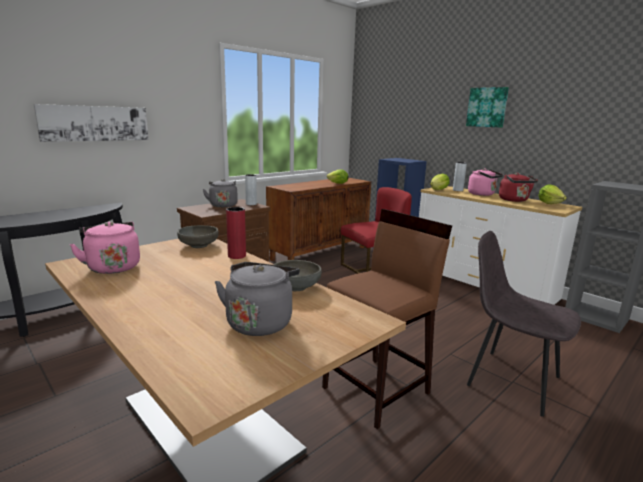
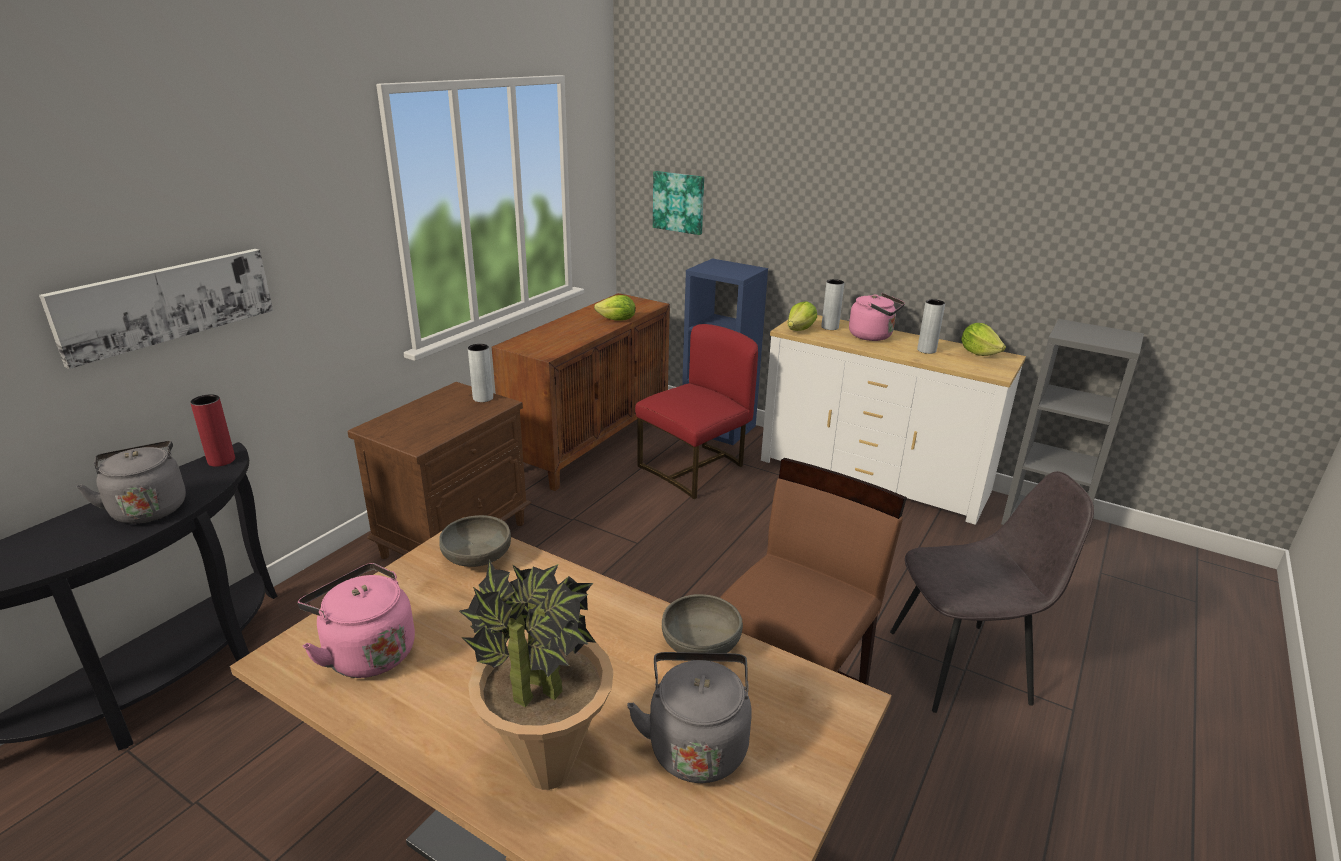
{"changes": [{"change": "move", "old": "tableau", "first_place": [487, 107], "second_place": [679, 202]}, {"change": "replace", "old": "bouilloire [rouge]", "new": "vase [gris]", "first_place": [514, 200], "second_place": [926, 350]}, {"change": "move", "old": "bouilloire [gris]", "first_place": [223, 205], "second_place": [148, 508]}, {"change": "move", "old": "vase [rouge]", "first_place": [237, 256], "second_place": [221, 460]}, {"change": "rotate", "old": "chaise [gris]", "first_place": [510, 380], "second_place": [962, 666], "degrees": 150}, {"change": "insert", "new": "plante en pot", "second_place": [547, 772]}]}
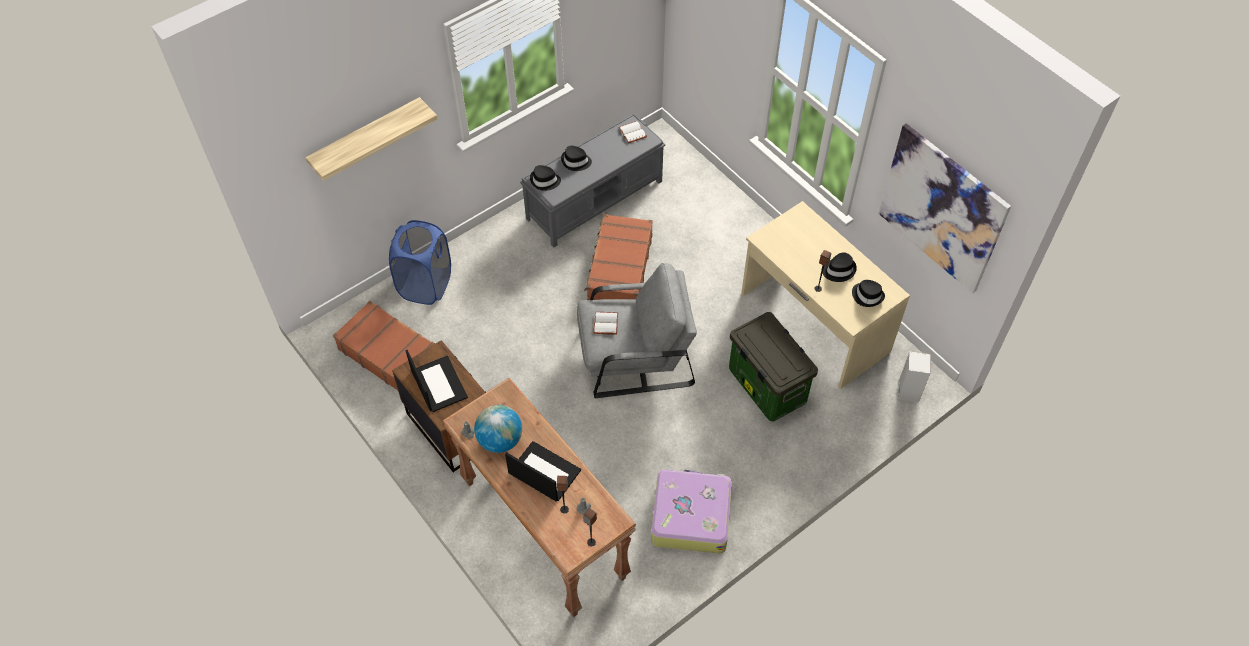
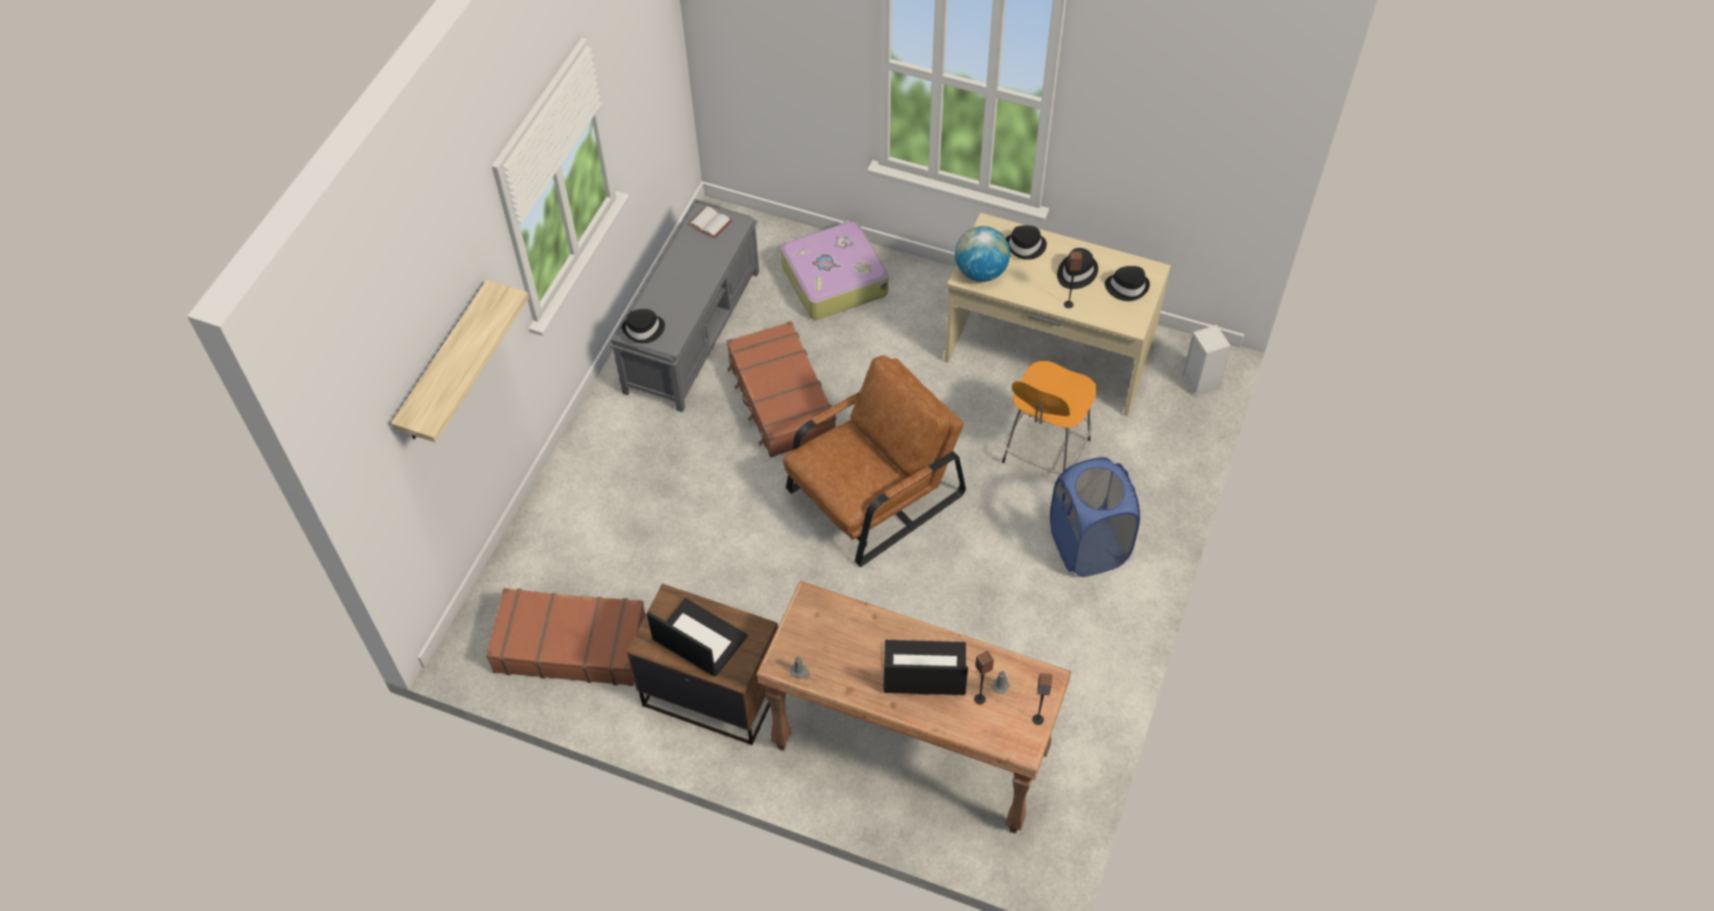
{"changes": [{"change": "delete", "old": "tableau", "first_place": [942, 208]}, {"change": "move", "old": "chapeau [noir]", "first_place": [576, 162], "second_place": [1025, 246]}, {"change": "move", "old": "panier à linge [bleu]", "first_place": [426, 285], "second_place": [1088, 546]}, {"change": "recolor", "old": "fauteuil [gris]", "new": "fauteuil [marron]", "first_place": [634, 356], "second_place": [872, 494]}, {"change": "delete", "old": "livre [blanc]", "first_place": [606, 324]}, {"change": "replace", "old": "boîte de rangement", "new": "tabouret [orange]", "first_place": [765, 386], "second_place": [1044, 453]}, {"change": "move", "old": "globe", "first_place": [500, 440], "second_place": [980, 272]}, {"change": "move", "old": "valise", "first_place": [690, 516], "second_place": [833, 280]}]}
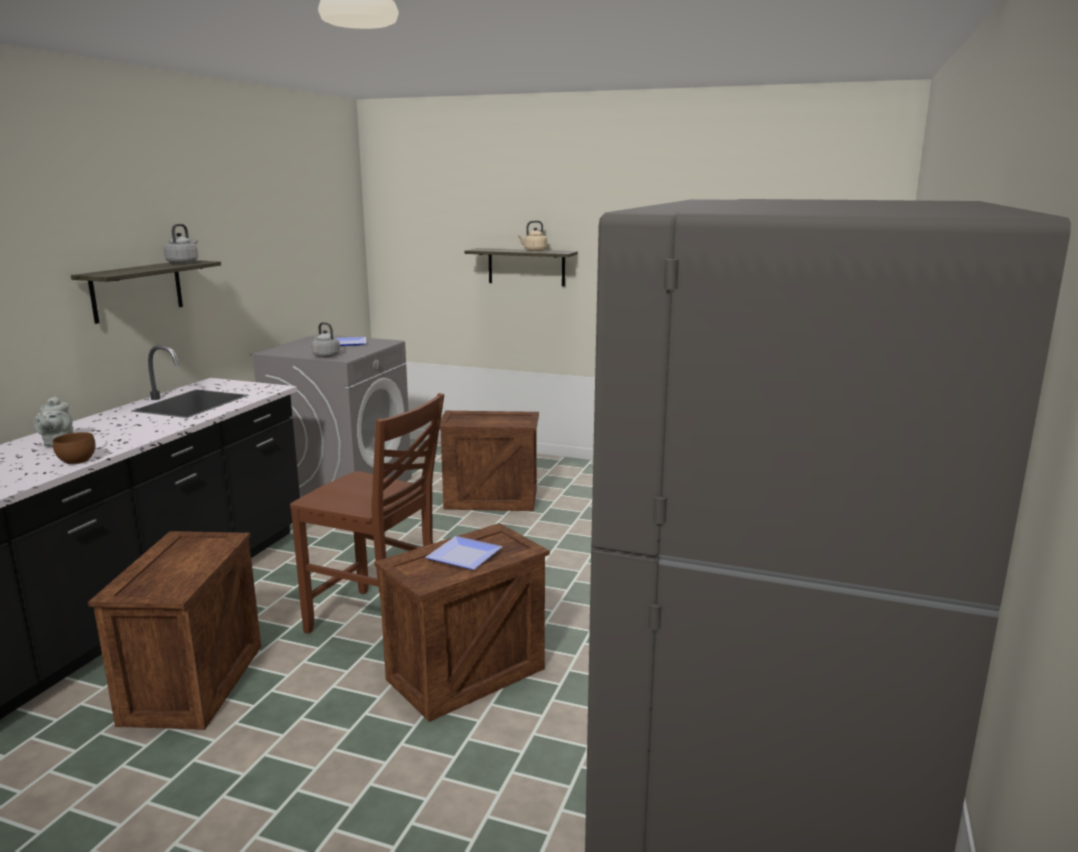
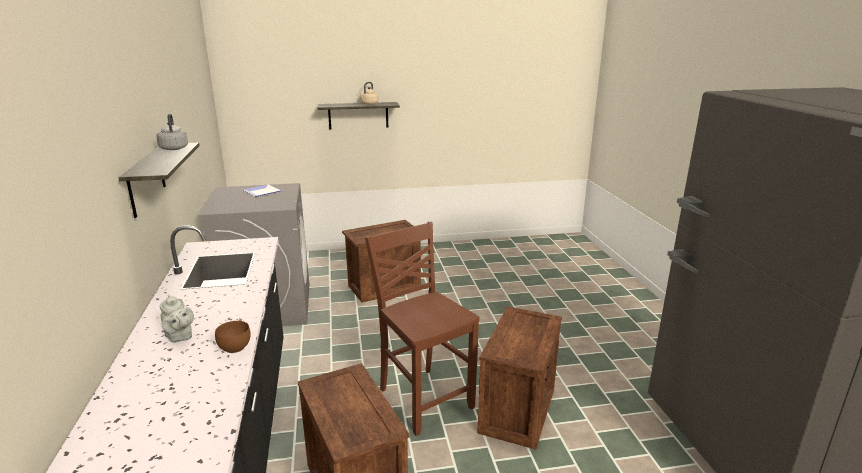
{"changes": [{"change": "delete", "old": "bouilloire [gris]", "first_place": [325, 355]}, {"change": "rotate", "old": "chaise [marron]", "first_place": [377, 624], "second_place": [424, 398], "degrees": -120}, {"change": "delete", "old": "assiette", "first_place": [463, 554]}]}
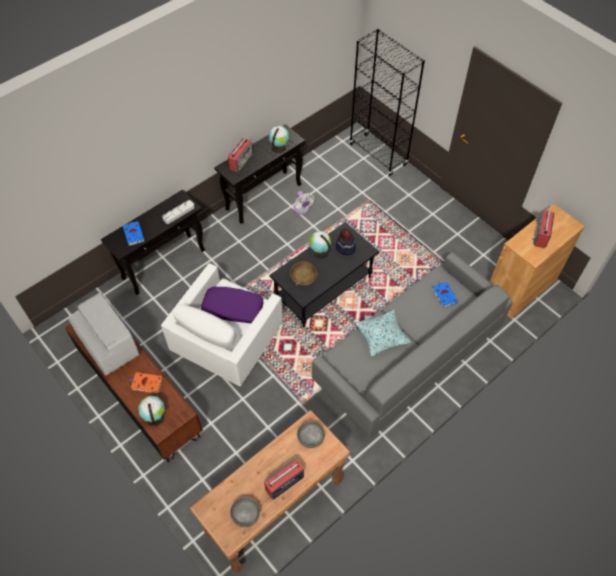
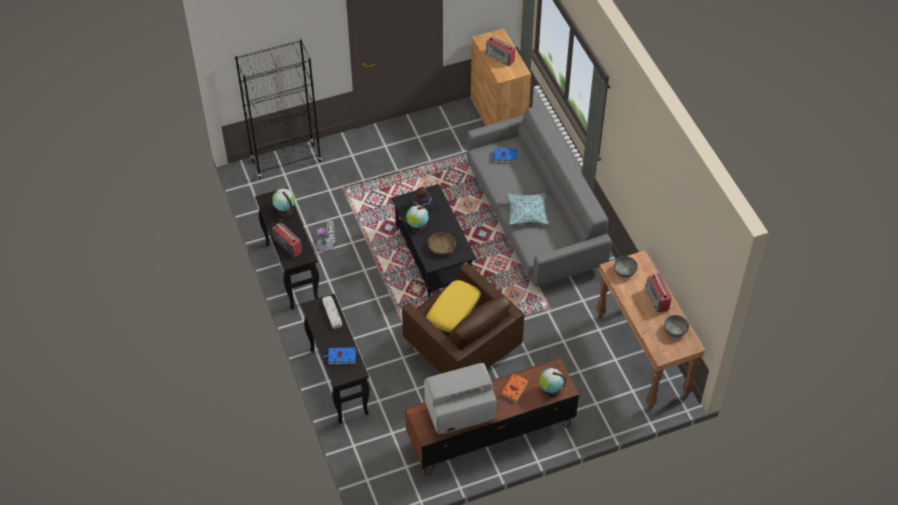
{"changes": [{"change": "recolor", "old": "fauteuil [blanc]", "new": "fauteuil [marron]", "first_place": [228, 343], "second_place": [461, 348]}, {"change": "recolor", "old": "coussin [violet]", "new": "coussin [jaune]", "first_place": [232, 309], "second_place": [453, 310]}]}
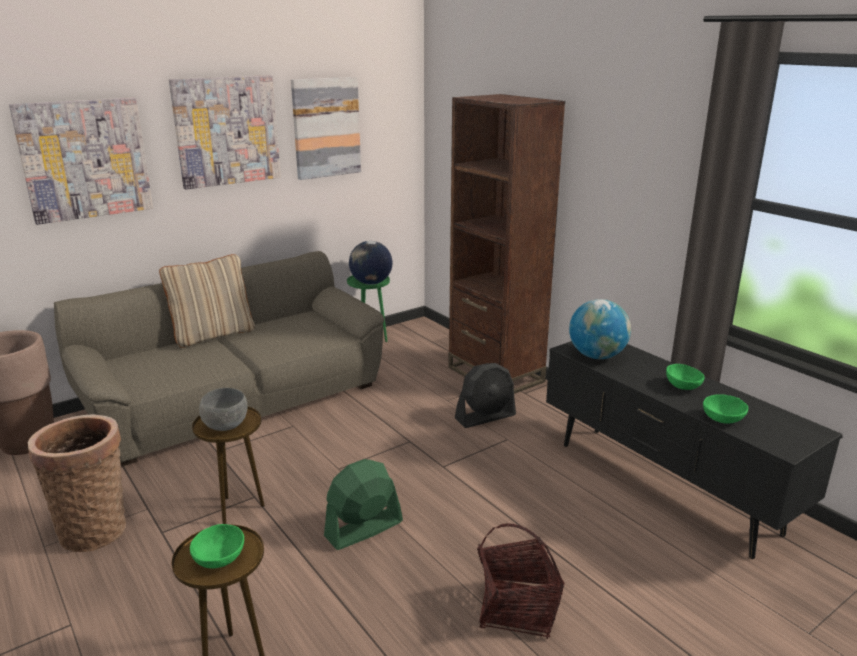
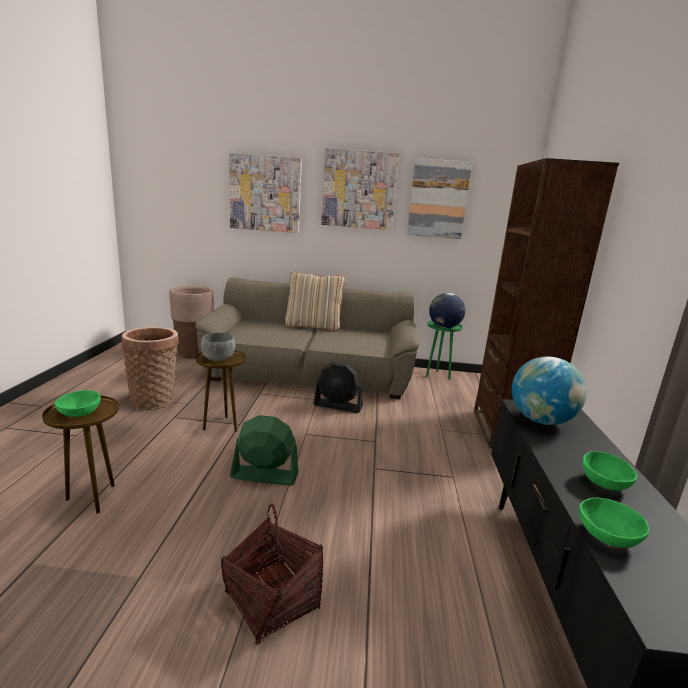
{"changes": [{"change": "move", "old": "ventilateur [noir]", "first_place": [485, 417], "second_place": [338, 406]}]}
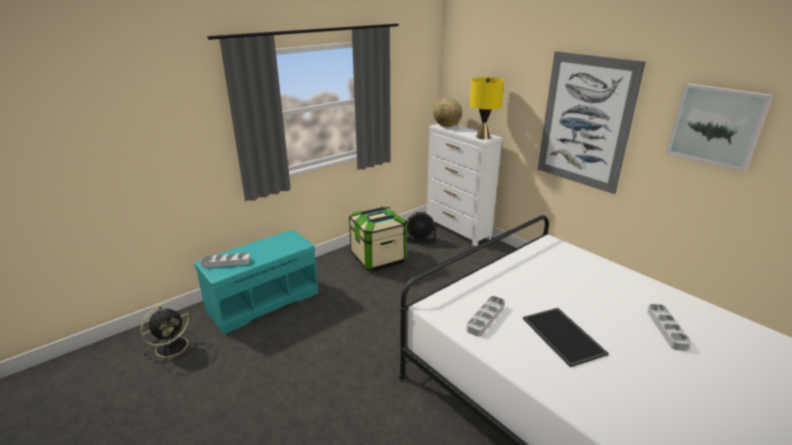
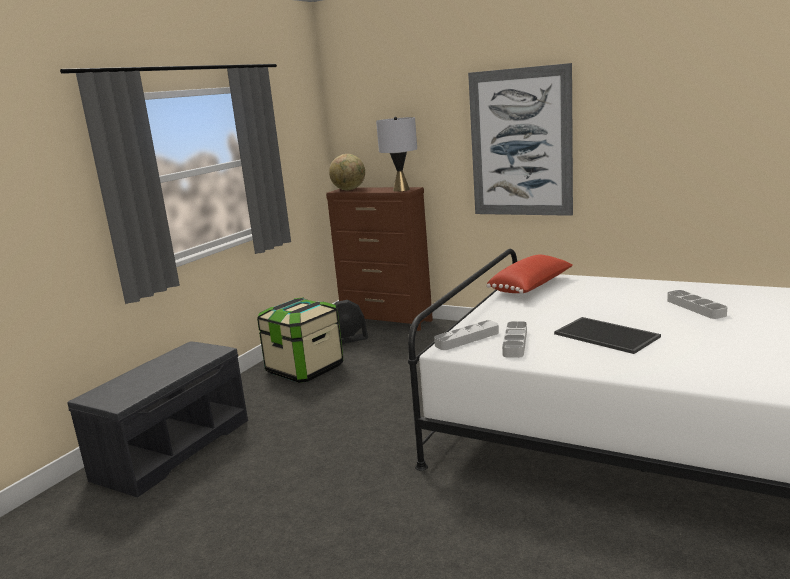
{"changes": [{"change": "recolor", "old": "lampe de table [jaune]", "new": "lampe de table [gris]", "first_place": [483, 137], "second_place": [401, 190]}, {"change": "delete", "old": "tableau", "first_place": [716, 125]}, {"change": "recolor", "old": "commode [blanc]", "new": "commode [marron]", "first_place": [458, 230], "second_place": [387, 321]}, {"change": "recolor", "old": "banc [turquoise]", "new": "banc [gris]", "first_place": [263, 301], "second_place": [173, 448]}, {"change": "move", "old": "plateau [gris]", "first_place": [226, 262], "second_place": [467, 339]}, {"change": "delete", "old": "ventilateur [noir]", "first_place": [173, 346]}, {"change": "insert", "new": "coussin [rouge]", "second_place": [532, 287]}]}
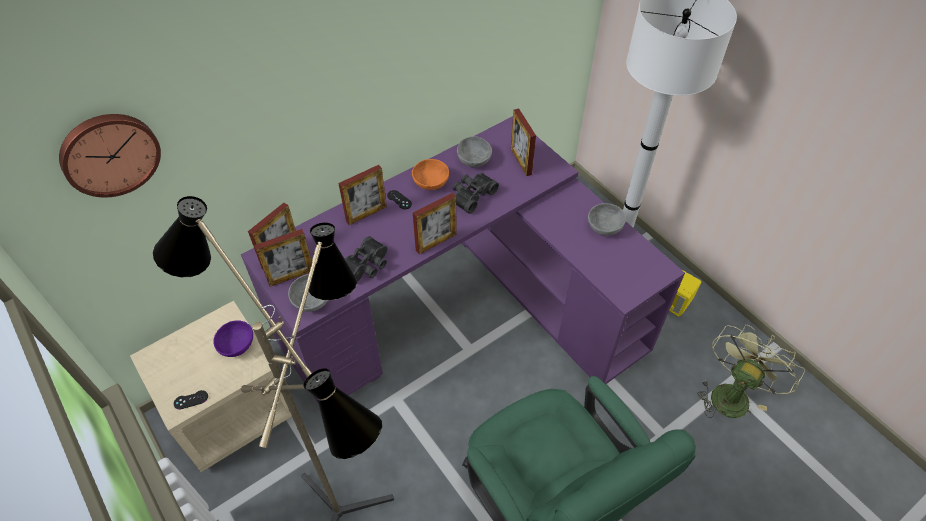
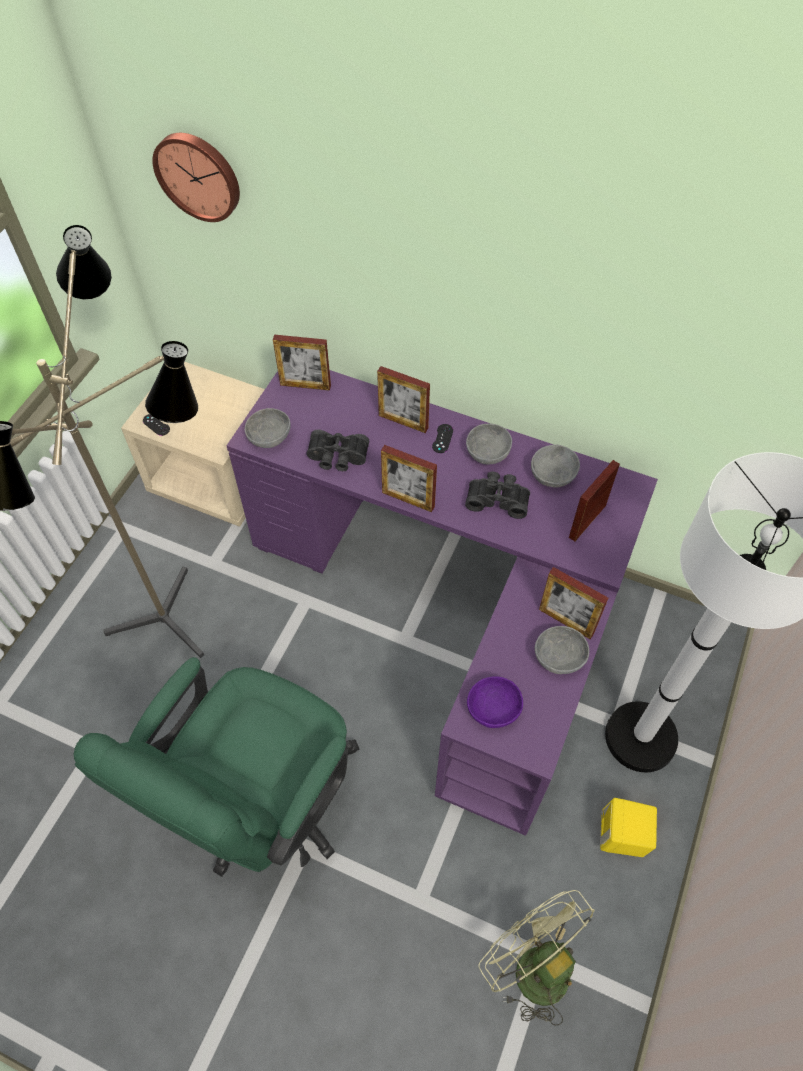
{"changes": [{"change": "recolor", "old": "bol [orange]", "new": "bol [gris]", "first_place": [430, 183], "second_place": [486, 453]}, {"change": "move", "old": "cadre photo", "first_place": [291, 276], "second_place": [566, 621]}, {"change": "move", "old": "bol [violet]", "first_place": [236, 345], "second_place": [492, 708]}, {"change": "rotate", "old": "ventilateur [vert]", "first_place": [732, 393], "second_place": [531, 965], "degrees": -135}]}
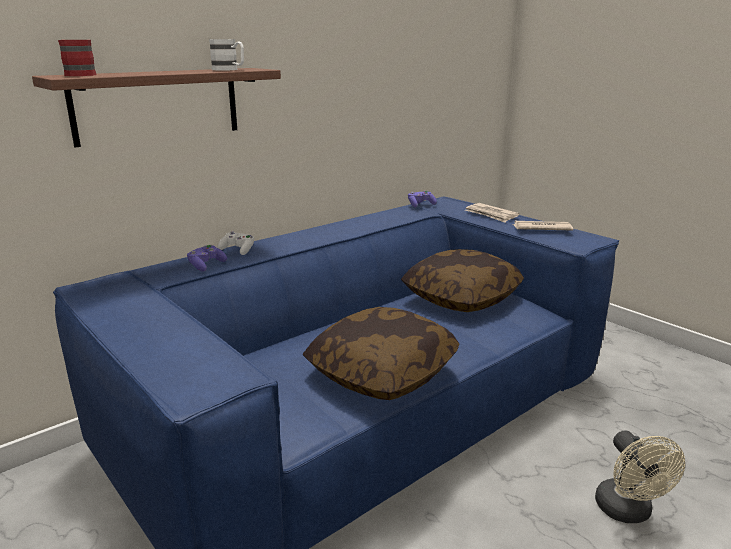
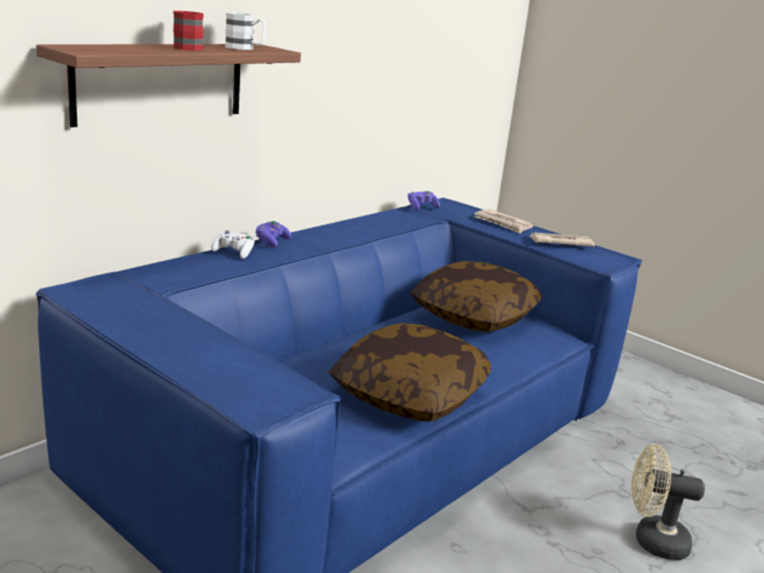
{"changes": [{"change": "move", "old": "mug [rouge]", "first_place": [79, 74], "second_place": [185, 47]}, {"change": "move", "old": "manette [violet]", "first_place": [206, 265], "second_place": [271, 242]}, {"change": "rotate", "old": "ventilateur [beige]", "first_place": [628, 512], "second_place": [652, 541], "degrees": 120}]}
